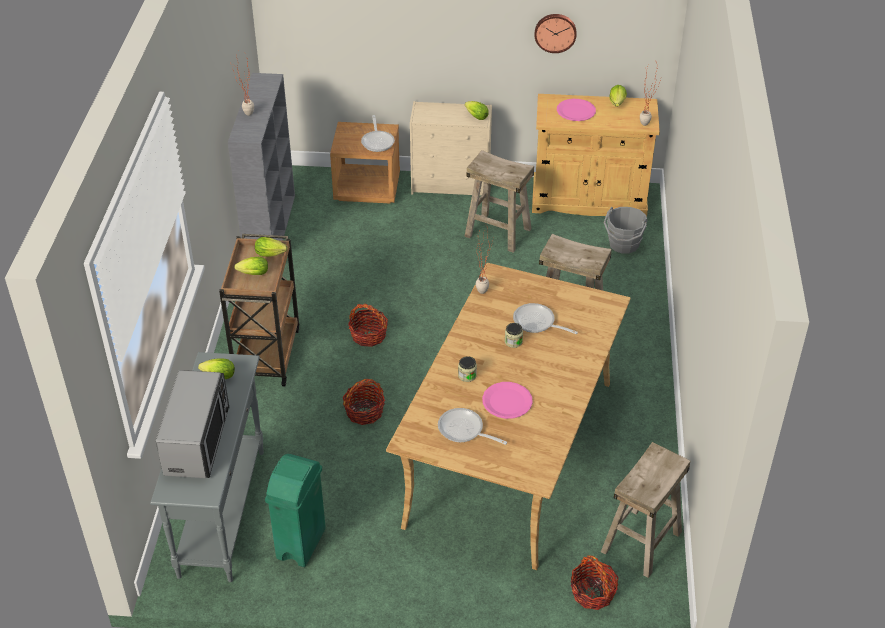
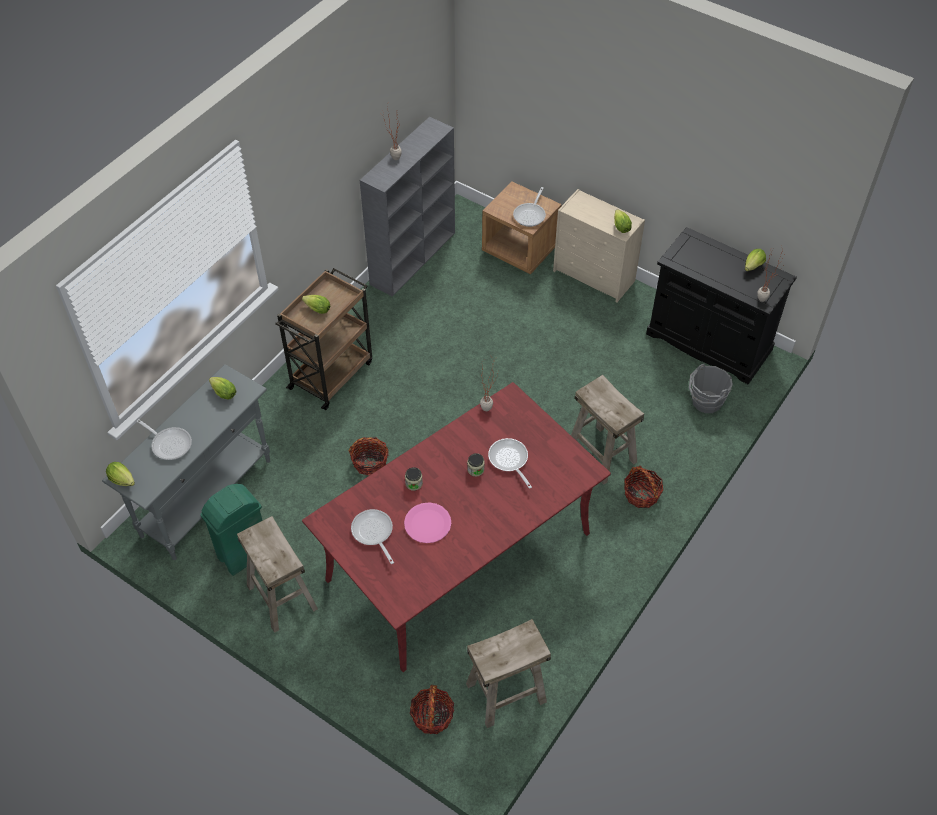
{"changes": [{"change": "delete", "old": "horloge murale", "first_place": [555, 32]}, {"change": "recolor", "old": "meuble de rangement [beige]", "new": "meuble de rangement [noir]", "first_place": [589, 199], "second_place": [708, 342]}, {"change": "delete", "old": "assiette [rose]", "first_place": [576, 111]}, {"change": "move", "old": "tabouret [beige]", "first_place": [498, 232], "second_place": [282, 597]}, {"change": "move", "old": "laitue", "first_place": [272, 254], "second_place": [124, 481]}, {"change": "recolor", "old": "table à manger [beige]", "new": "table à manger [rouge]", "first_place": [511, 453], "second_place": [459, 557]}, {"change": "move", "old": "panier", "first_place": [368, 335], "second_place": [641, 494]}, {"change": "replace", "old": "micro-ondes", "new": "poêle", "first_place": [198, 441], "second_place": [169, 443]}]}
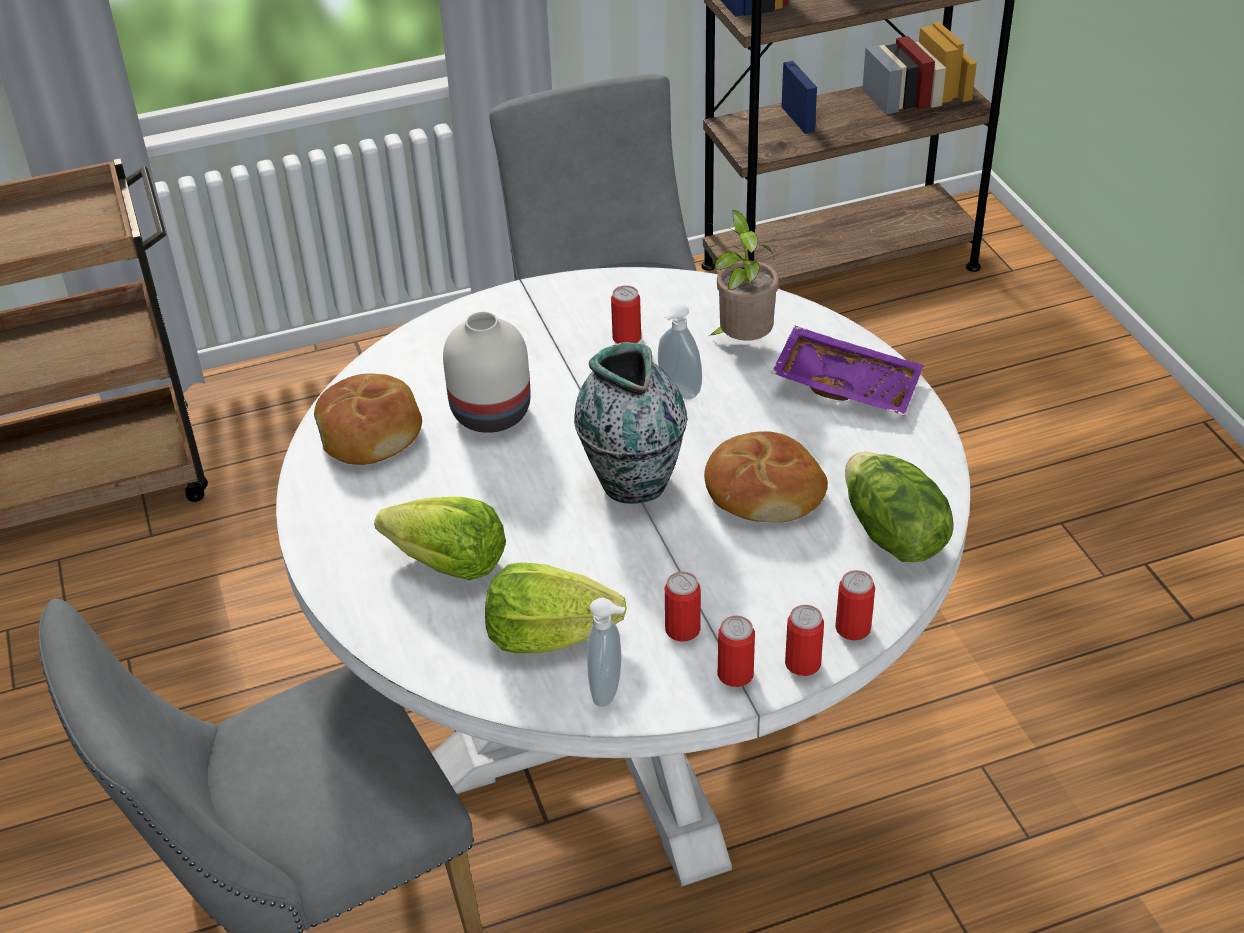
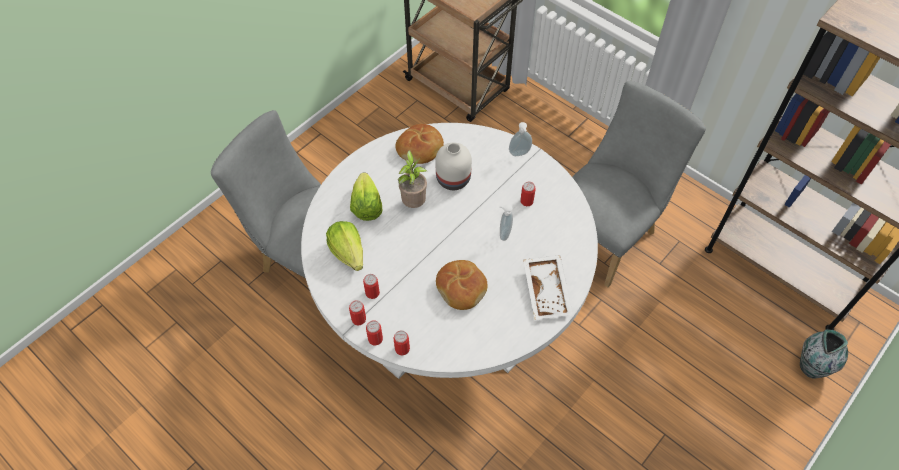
{"changes": [{"change": "move", "old": "plante en pot", "first_place": [742, 342], "second_place": [414, 202]}, {"change": "recolor", "old": "plateau [violet]", "new": "plateau [blanc]", "first_place": [847, 384], "second_place": [547, 291]}, {"change": "move", "old": "vase", "first_place": [632, 480], "second_place": [812, 366]}, {"change": "delete", "old": "laitue", "first_place": [891, 535]}, {"change": "move", "old": "distributeur de savon", "first_place": [609, 690], "second_place": [520, 154]}]}
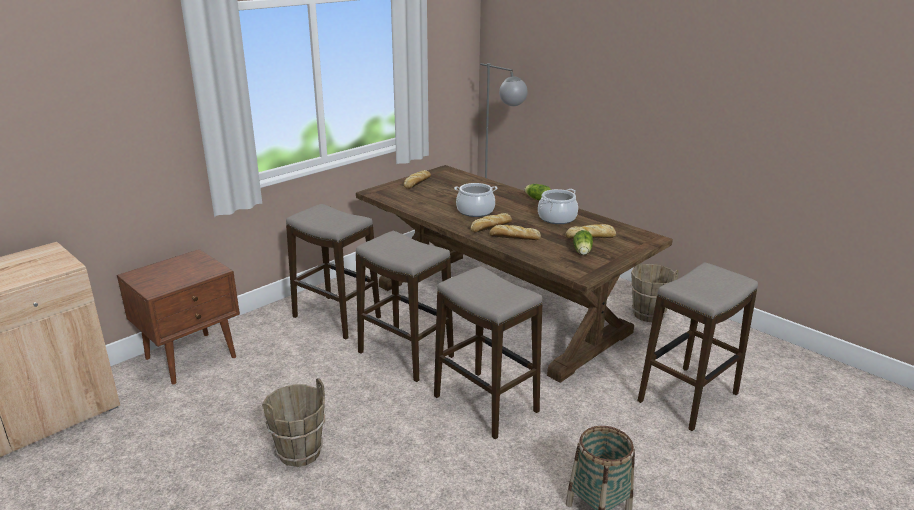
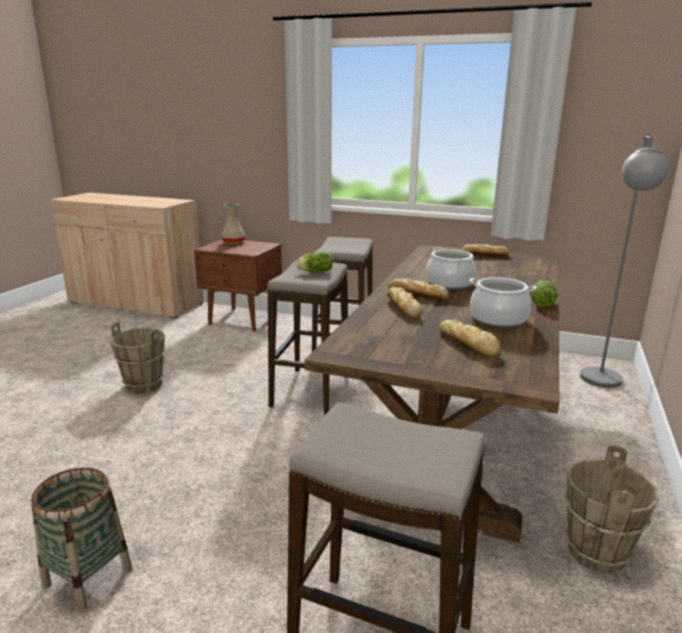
{"changes": [{"change": "move", "old": "laitue", "first_place": [582, 252], "second_place": [314, 271]}, {"change": "delete", "old": "tabouret", "first_place": [485, 404]}, {"change": "insert", "new": "vase [beige]", "second_place": [233, 242]}]}
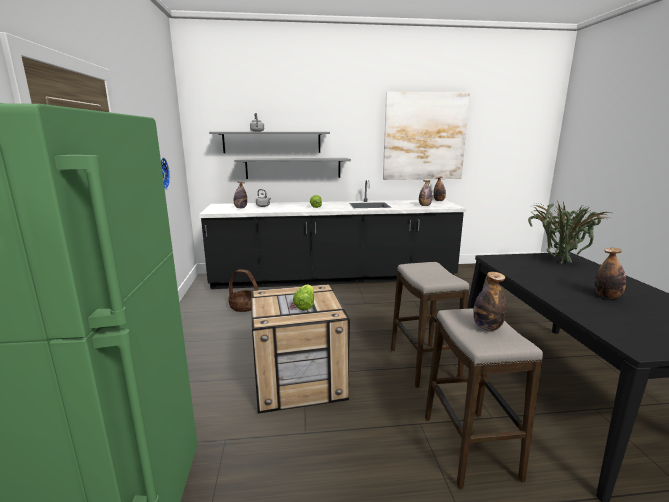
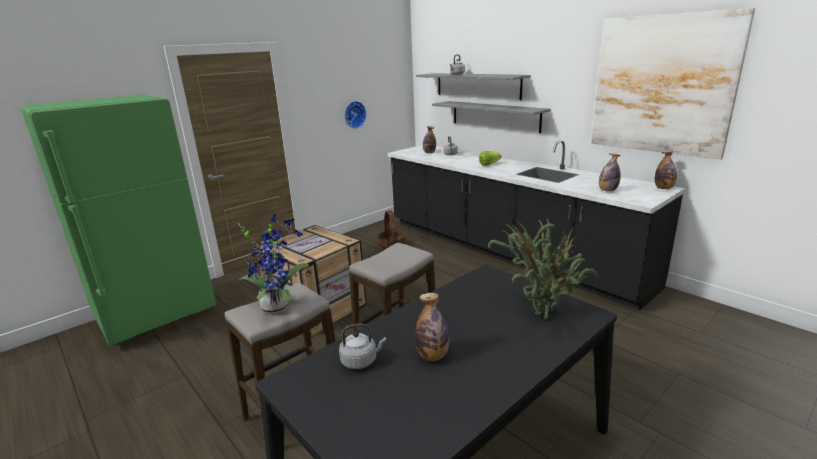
{"changes": [{"change": "replace", "old": "bouteille", "new": "plante en pot", "first_place": [487, 327], "second_place": [278, 306]}, {"change": "delete", "old": "laitue", "first_place": [305, 305]}, {"change": "insert", "new": "bouilloire [gris]", "second_place": [361, 361]}]}
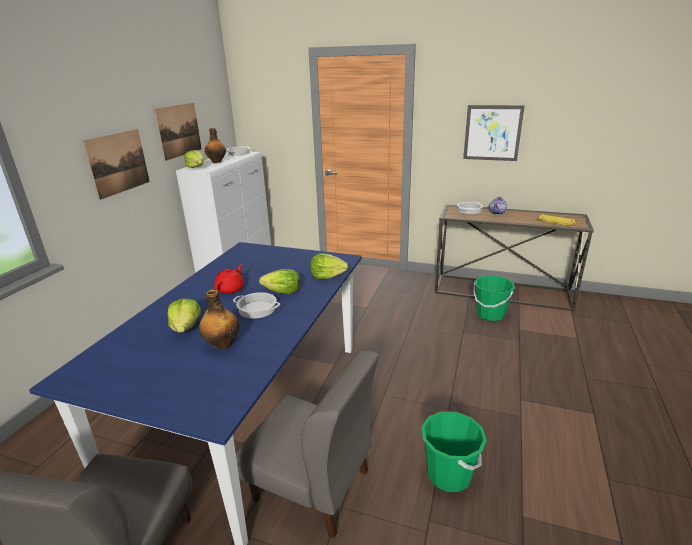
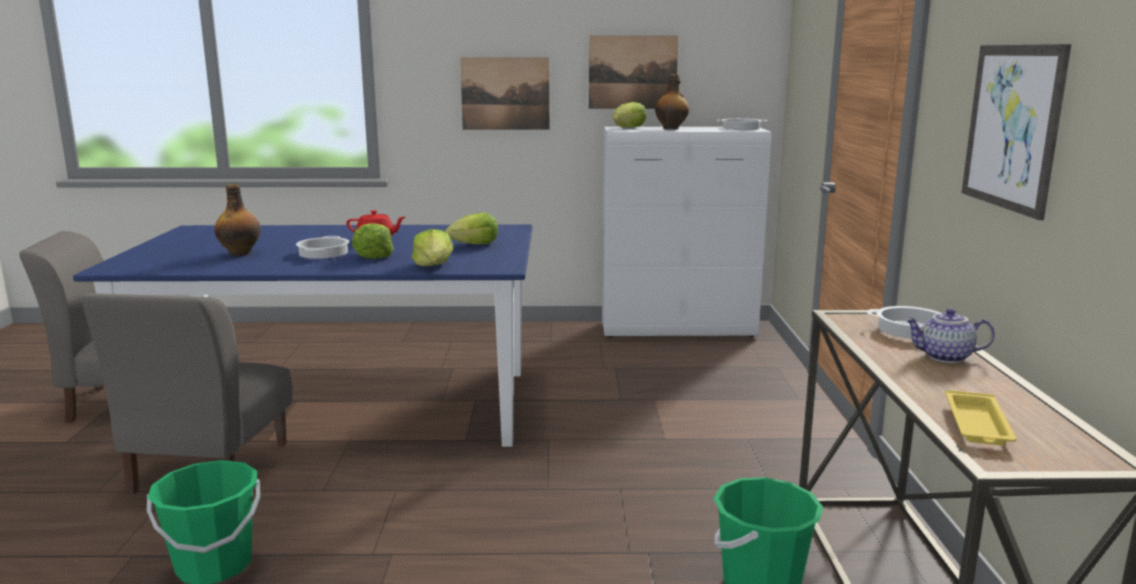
{"changes": [{"change": "move", "old": "laitue", "first_place": [186, 327], "second_place": [475, 245]}]}
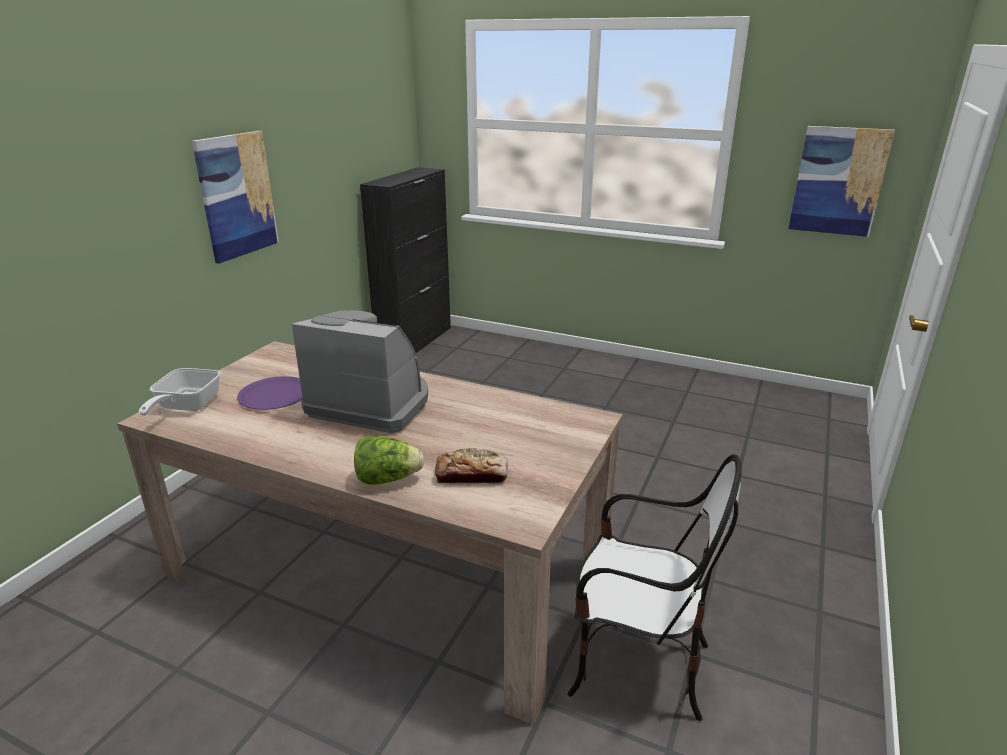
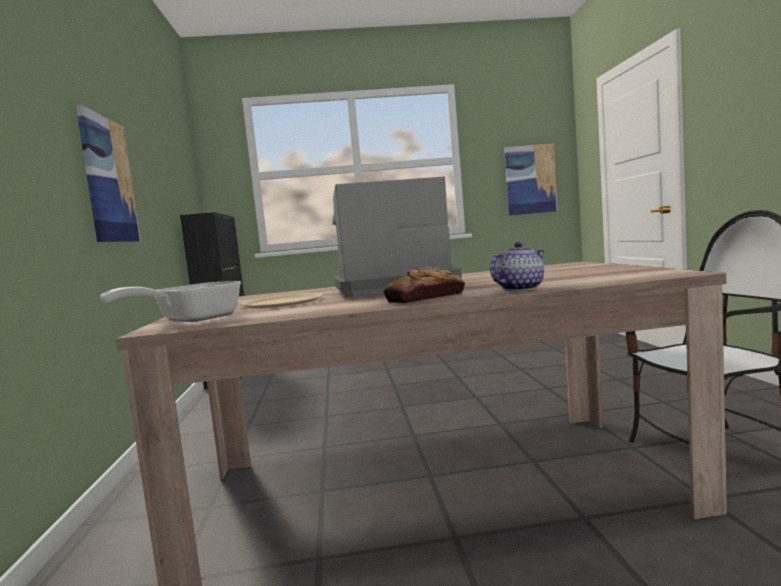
{"changes": [{"change": "rotate", "old": "poêle", "first_place": [185, 407], "second_place": [190, 320], "degrees": 60}, {"change": "recolor", "old": "assiette [violet]", "new": "assiette [beige]", "first_place": [274, 395], "second_place": [282, 302]}, {"change": "replace", "old": "laitue", "new": "théière", "first_place": [387, 479], "second_place": [519, 289]}, {"change": "move", "old": "pain", "first_place": [472, 474], "second_place": [425, 298]}]}
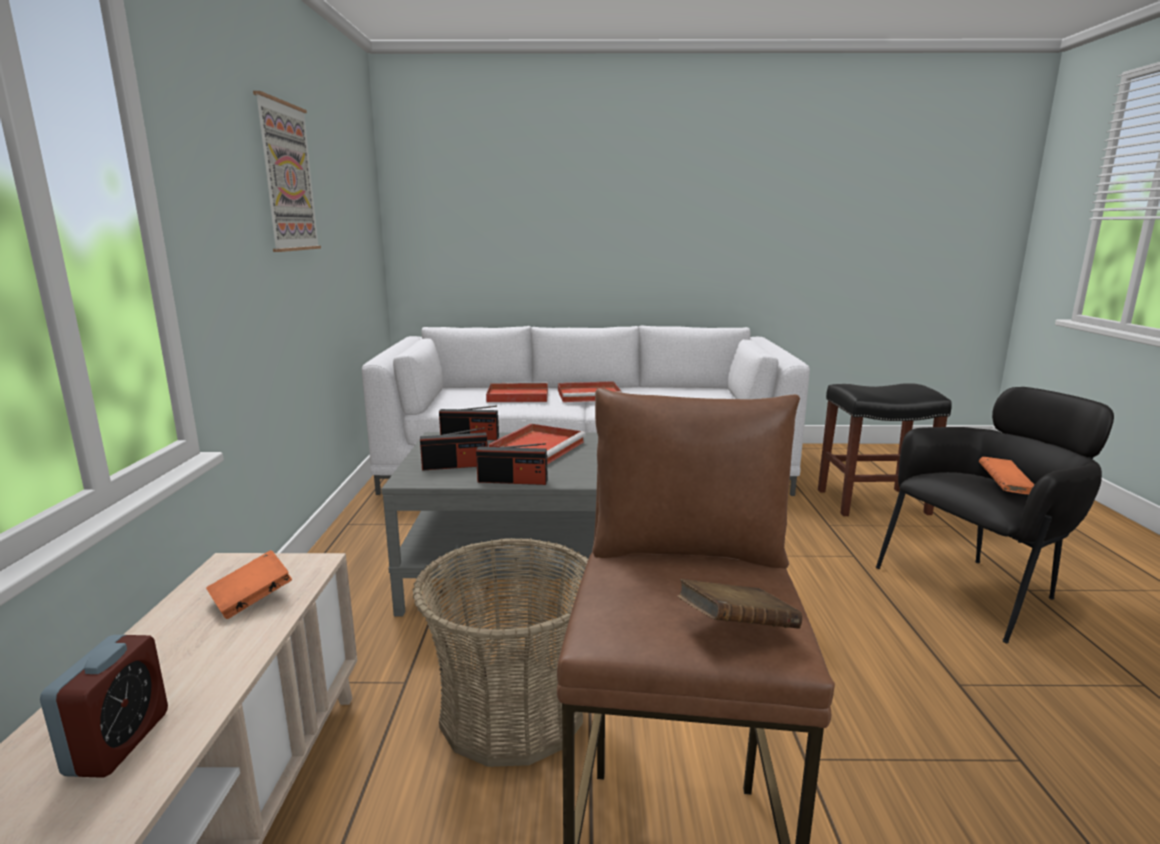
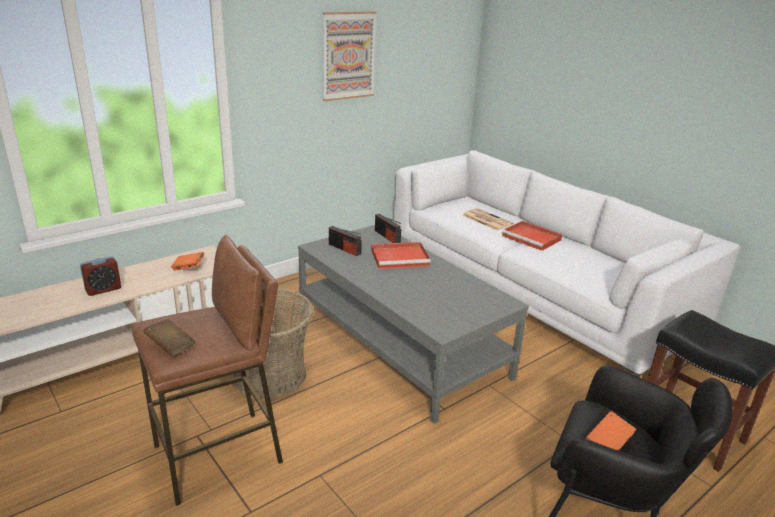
{"changes": [{"change": "replace", "old": "plateau [rouge]", "new": "journal", "first_place": [516, 396], "second_place": [486, 220]}, {"change": "delete", "old": "radio", "first_place": [512, 481]}]}
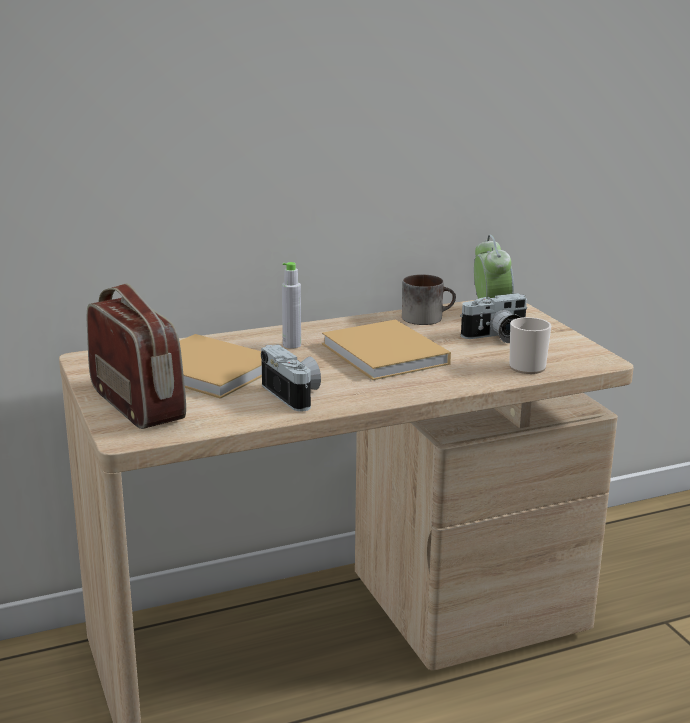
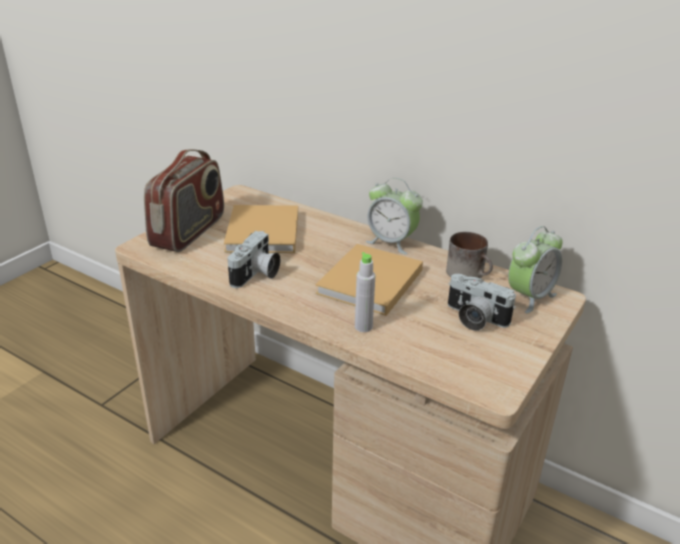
{"changes": [{"change": "move", "old": "bouteille [gris]", "first_place": [292, 345], "second_place": [363, 327]}, {"change": "delete", "old": "mug", "first_place": [526, 365]}, {"change": "insert", "new": "réveil", "second_place": [391, 242]}]}
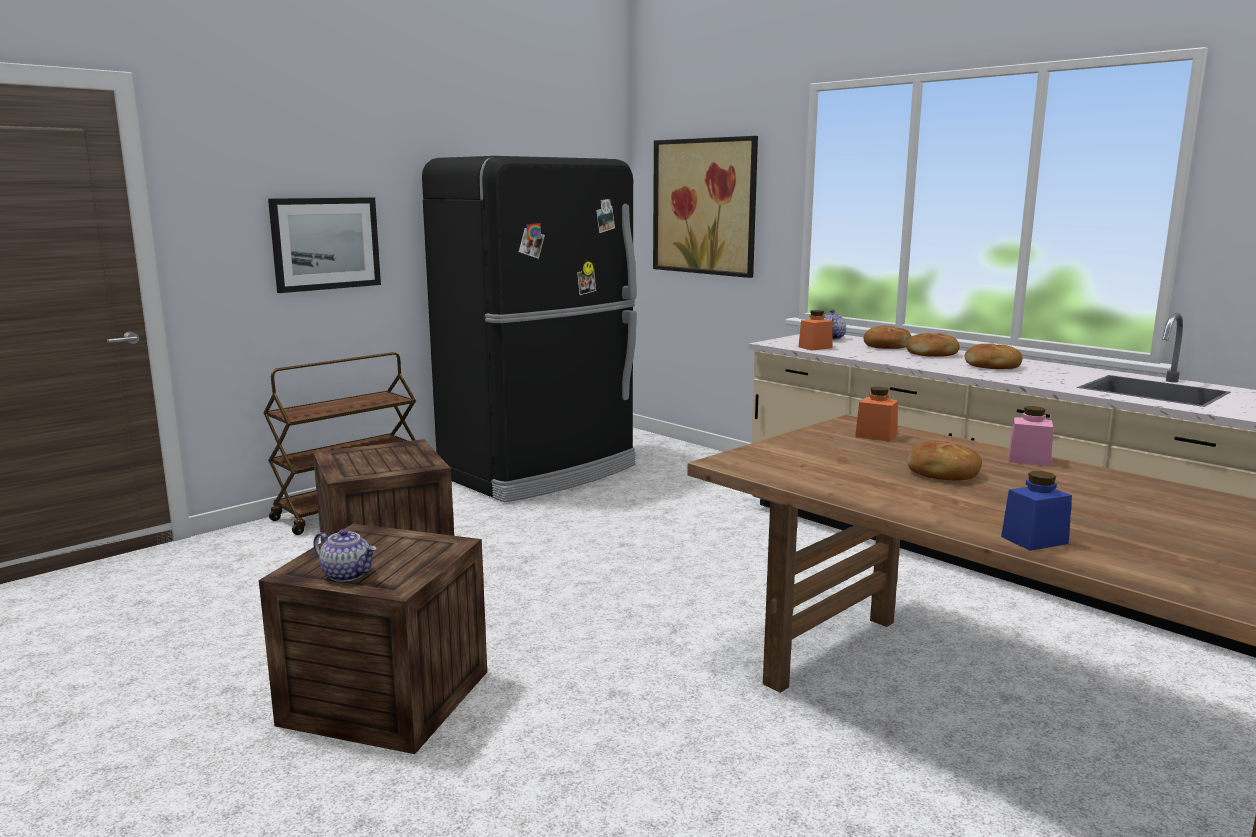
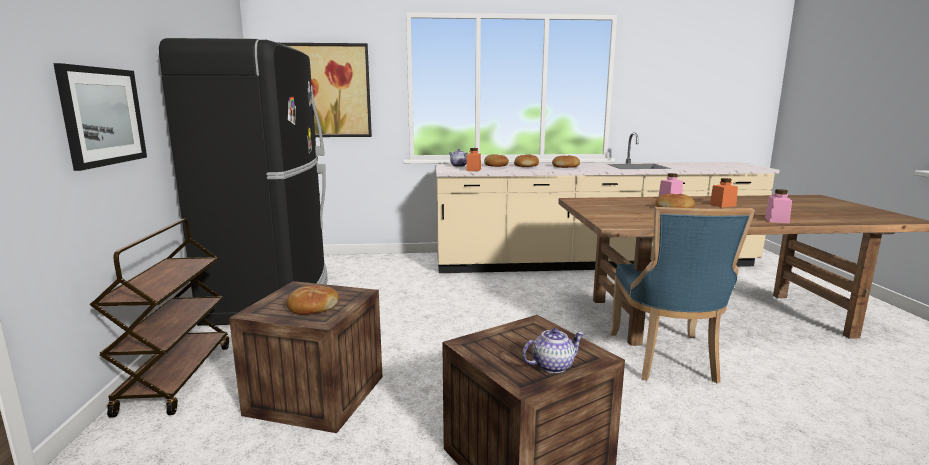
{"changes": [{"change": "move", "old": "bocal [orange]", "first_place": [876, 436], "second_place": [722, 205]}, {"change": "recolor", "old": "bocal [bleu]", "new": "bocal [rose]", "first_place": [1034, 540], "second_place": [776, 220]}, {"change": "insert", "new": "chaise [bleu]", "second_place": [666, 359]}, {"change": "insert", "new": "pain", "second_place": [312, 308]}]}
